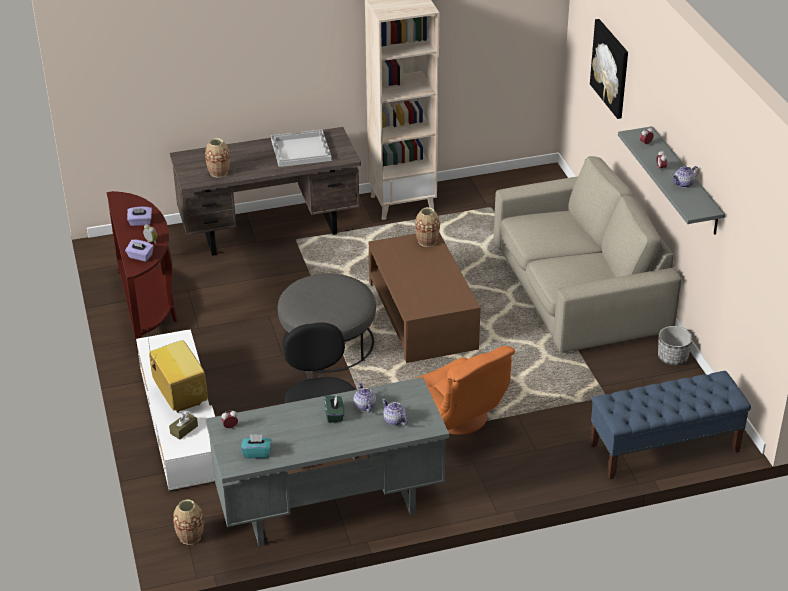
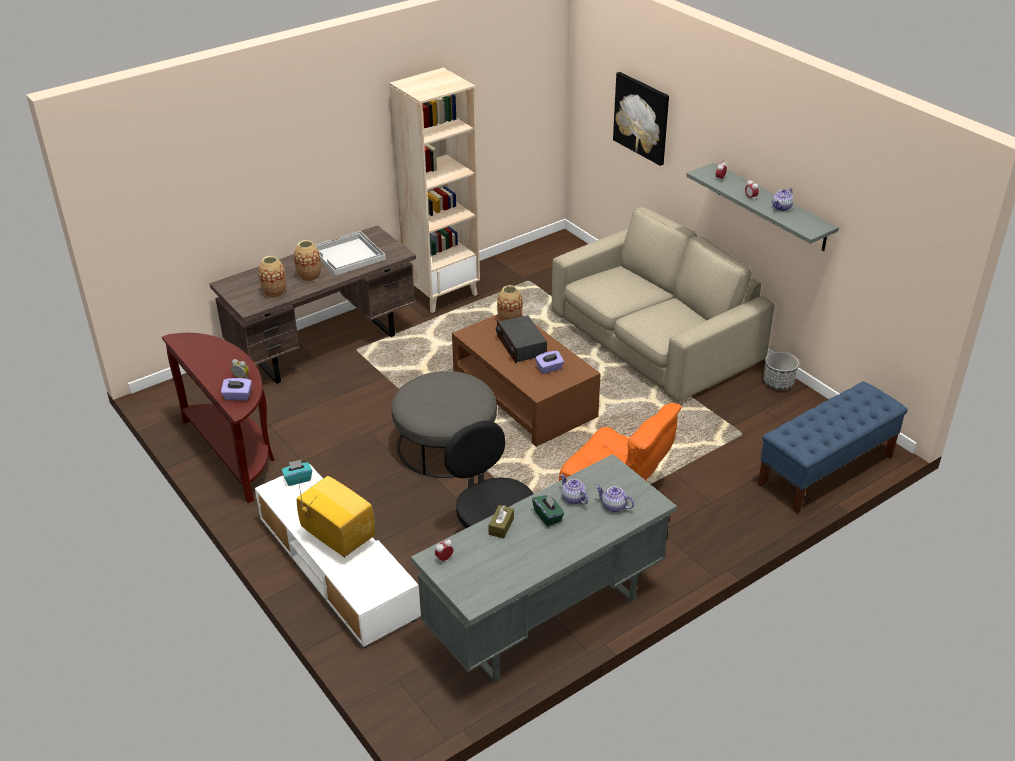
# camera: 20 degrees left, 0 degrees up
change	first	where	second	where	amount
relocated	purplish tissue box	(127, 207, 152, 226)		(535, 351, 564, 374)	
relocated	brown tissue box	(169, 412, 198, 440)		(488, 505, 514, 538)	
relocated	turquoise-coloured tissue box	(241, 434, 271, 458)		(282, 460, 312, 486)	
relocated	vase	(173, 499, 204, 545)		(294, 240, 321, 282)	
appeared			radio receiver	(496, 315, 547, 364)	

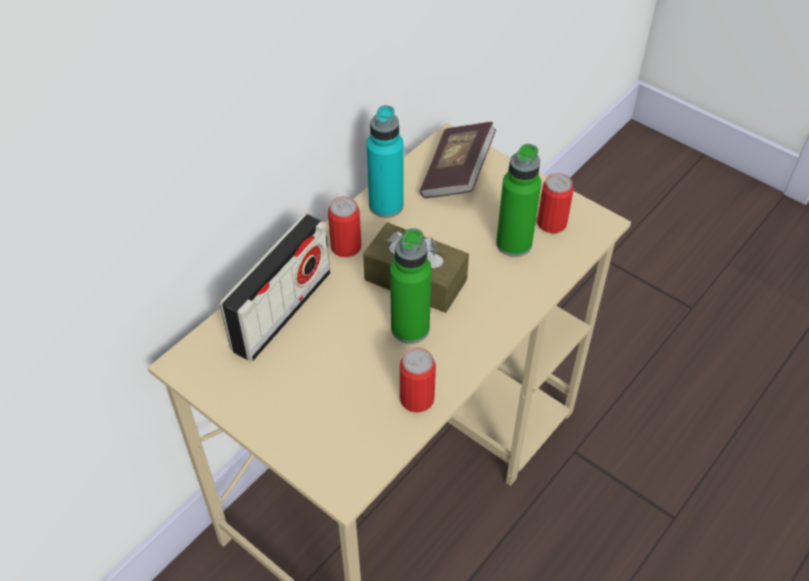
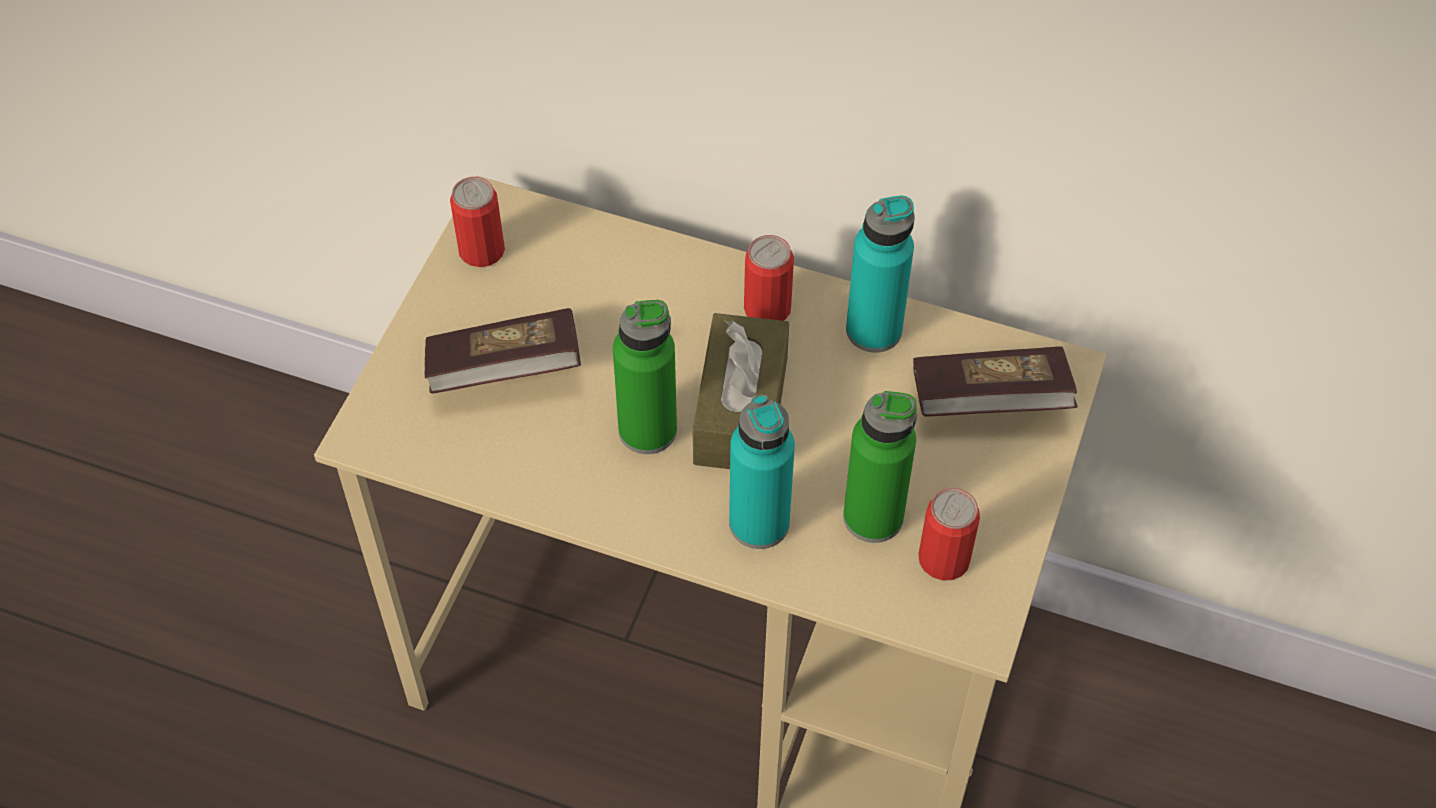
# camera: 70 degrees right, 5 degrees up
change	first	where	second	where	amount
missing	radio receiver	(220, 214, 330, 362)			
relocated	metal can	(400, 348, 436, 413)		(450, 177, 505, 267)	
appeared			volume	(425, 308, 581, 394)	
appeared			turquoise-coloured bottle	(729, 395, 795, 549)	

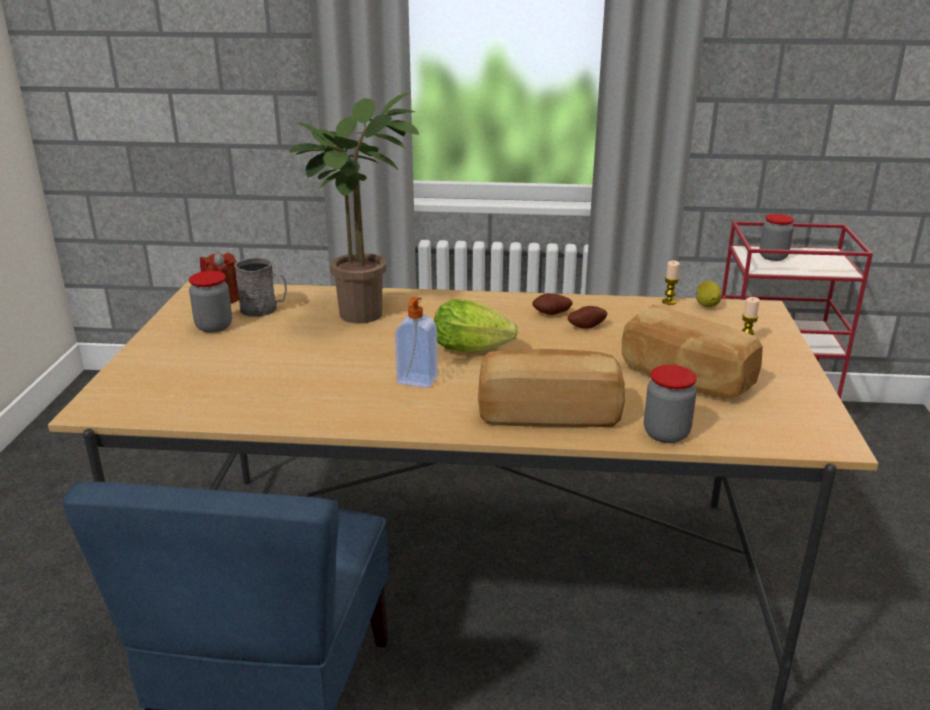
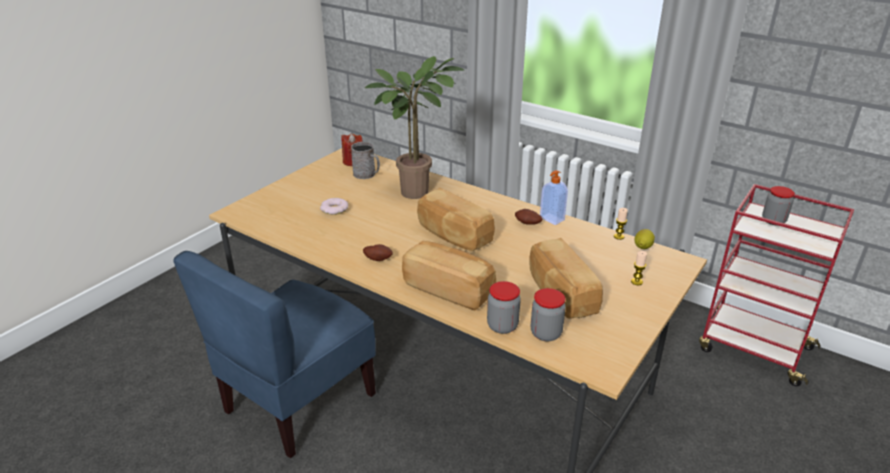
# camera: 30 degrees right, 5 degrees up
change	first	where	second	where	amount
relocated	preserve jar	(189, 271, 232, 333)		(531, 288, 566, 342)	
relocated	soap dispenser	(395, 297, 438, 388)		(540, 170, 568, 225)	
exchanged	lettuce head	(434, 299, 518, 353)	bread	(417, 188, 495, 251)	
relocated	potato	(568, 306, 608, 329)		(363, 244, 393, 261)	
appeared			ring doughnut	(320, 198, 349, 215)	

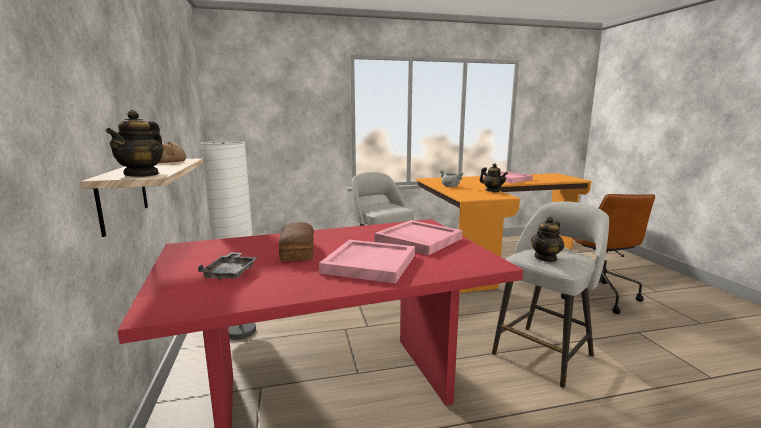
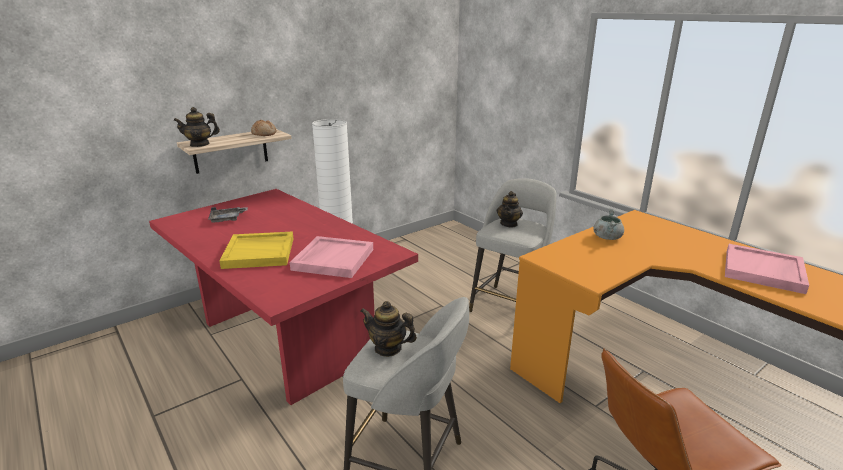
# camera: 65 degrees right, 10 degrees up
change	first	where	second	where	amount
relocated	teapot	(480, 163, 508, 192)		(497, 191, 523, 227)	
missing	bread	(279, 222, 314, 261)			
colour	pink-coloured serving tray	(319, 240, 415, 284)	yellowish serving tray	(219, 232, 293, 269)	

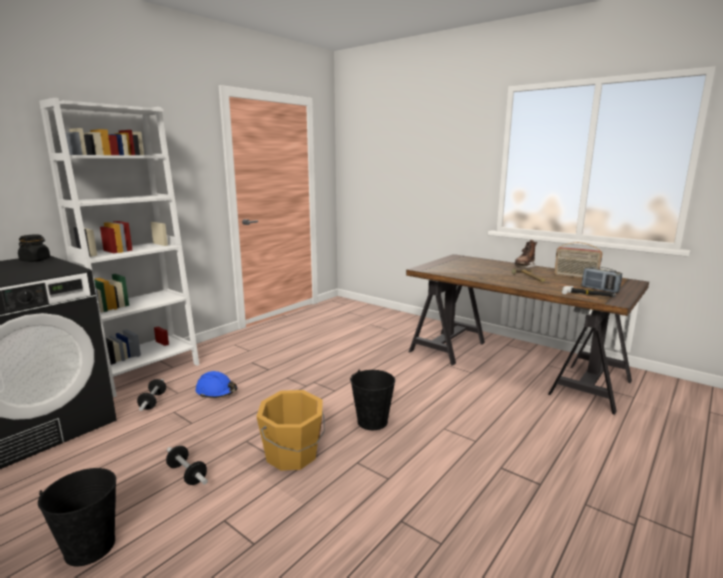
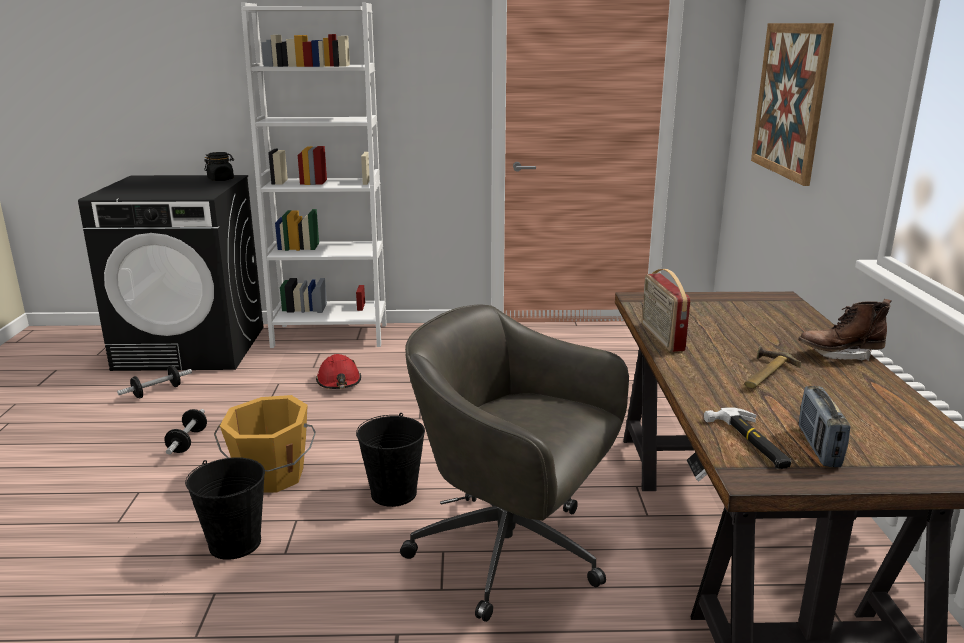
# camera: 50 degrees right, 5 degrees up
change	first	where	second	where	amount
relocated	radio receiver	(554, 242, 602, 278)		(642, 269, 691, 352)	
colour	blue-coloured hard hat	(195, 371, 237, 398)	reddish hard hat	(316, 354, 361, 389)	
relocated	hand weight	(137, 379, 166, 411)		(117, 366, 192, 398)	
relocated	blackish pail	(38, 468, 116, 566)		(185, 457, 265, 560)	
appeared			wall picture	(751, 23, 834, 186)	
appeared			greyish desk chair	(400, 304, 629, 622)	

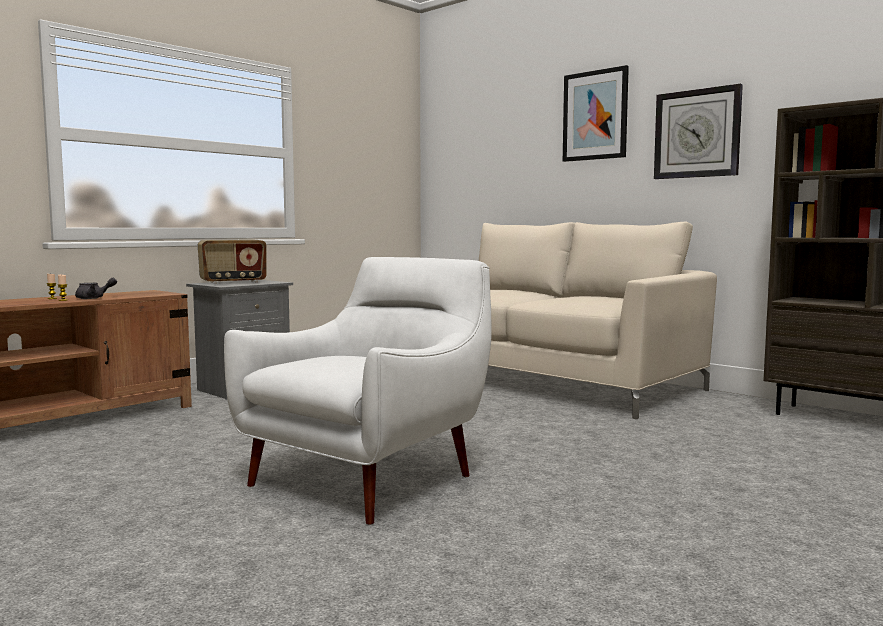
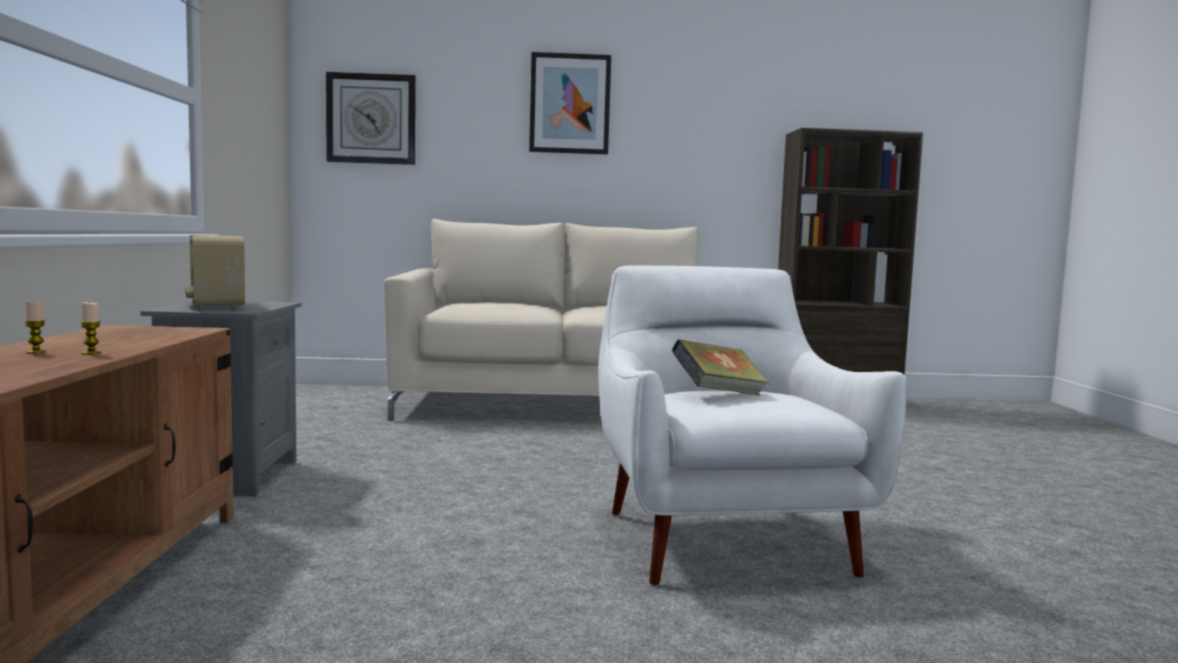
# camera: 45 degrees left, 0 degrees up
change	first	where	second	where	amount
relocated	hanging clock	(654, 84, 743, 179)		(326, 72, 416, 165)	
spun	radio receiver	(198, 240, 266, 284)		(185, 235, 245, 310)	135 degrees clockwise
missing	greyish teapot	(75, 278, 117, 299)			
appeared			volume	(672, 339, 769, 396)	

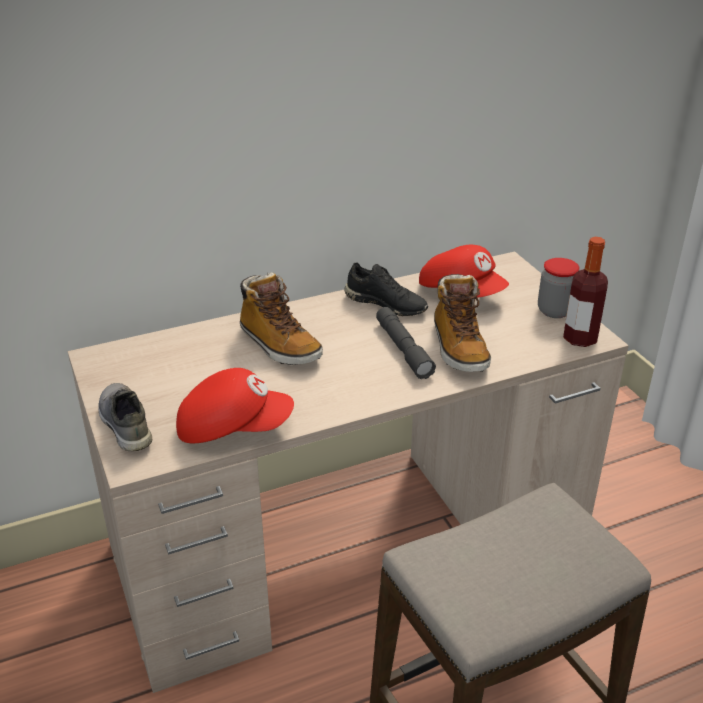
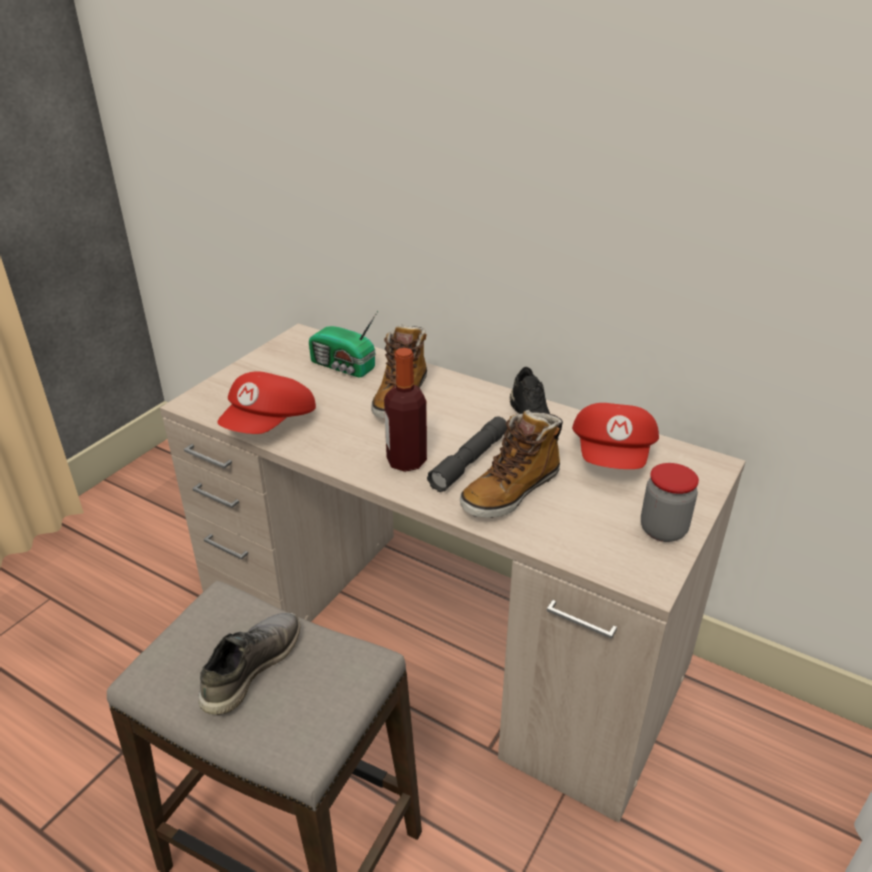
# camera: 55 degrees right, 0 degrees up
change	first	where	second	where	amount
relocated	bottle	(563, 237, 608, 347)		(384, 348, 427, 472)	
spun	reddish cap	(176, 368, 294, 443)		(217, 371, 316, 434)	60 degrees clockwise
relocated	greyish shoe	(98, 383, 152, 451)		(198, 613, 300, 715)	
appeared			radio receiver	(309, 311, 378, 378)	

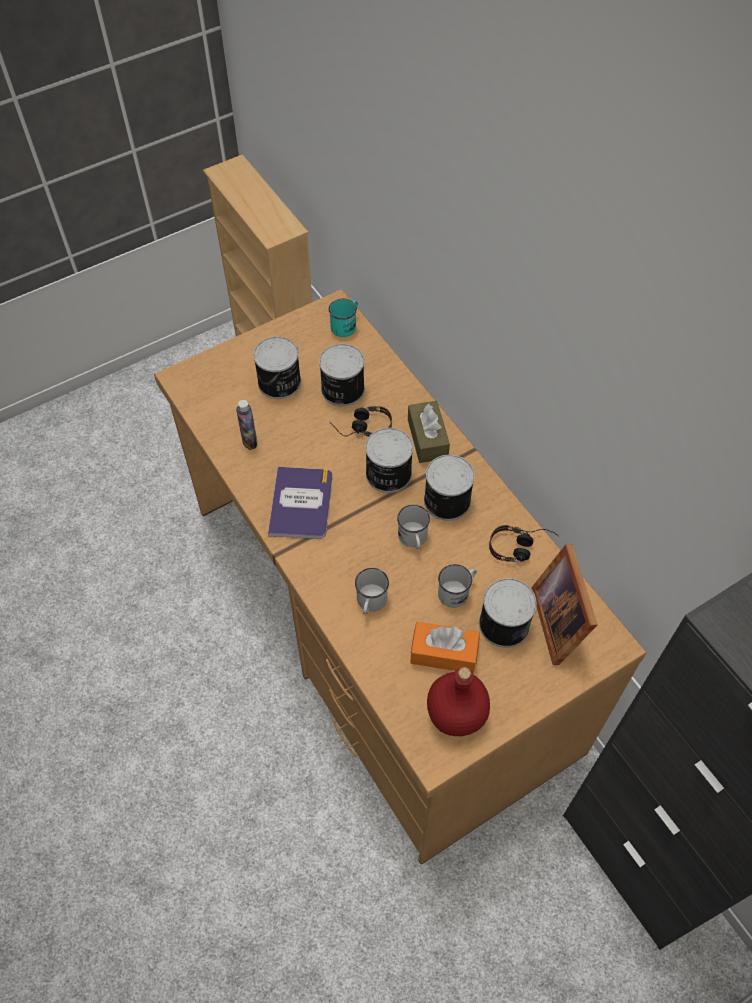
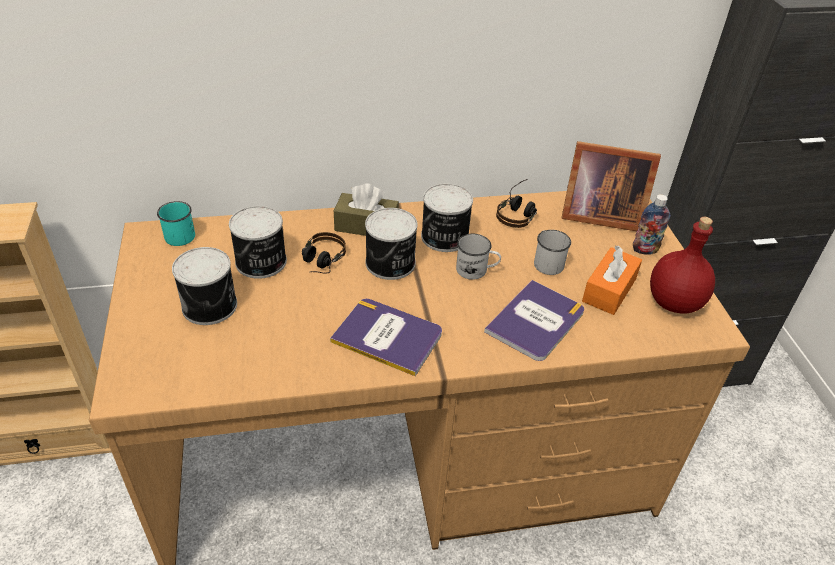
# camera: 70 degrees left, 15 degrees down
change	first	where	second	where	amount
relocated	bottle	(236, 400, 257, 450)		(633, 194, 671, 255)	
exchanged	white-coloured tea mug	(355, 568, 389, 615)	volume	(484, 280, 584, 361)	
missing	metal can	(479, 578, 537, 648)			

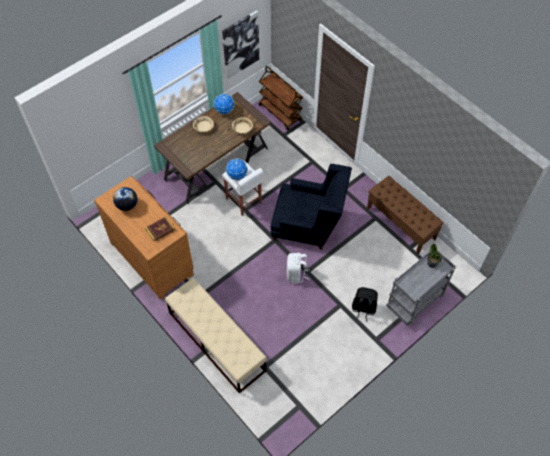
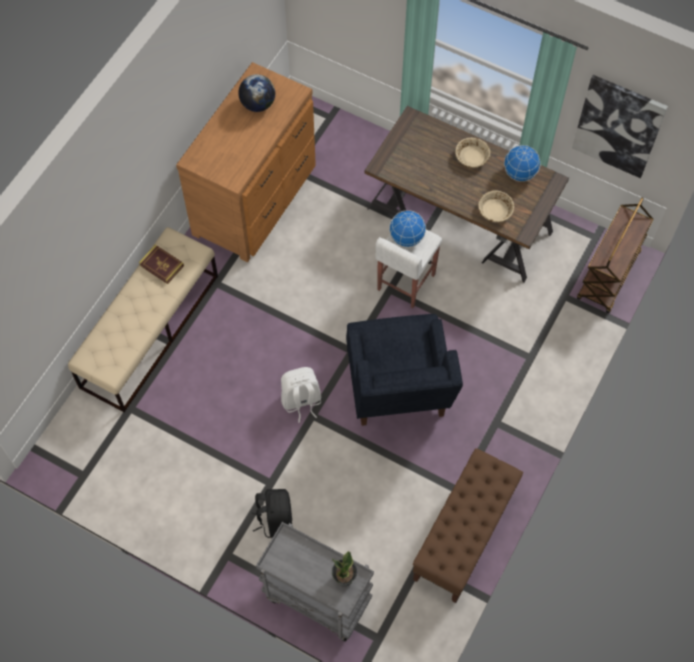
# camera: 70 degrees right, 5 degrees up
change	first	where	second	where	amount
relocated	volume	(145, 217, 175, 242)		(139, 245, 184, 284)	

